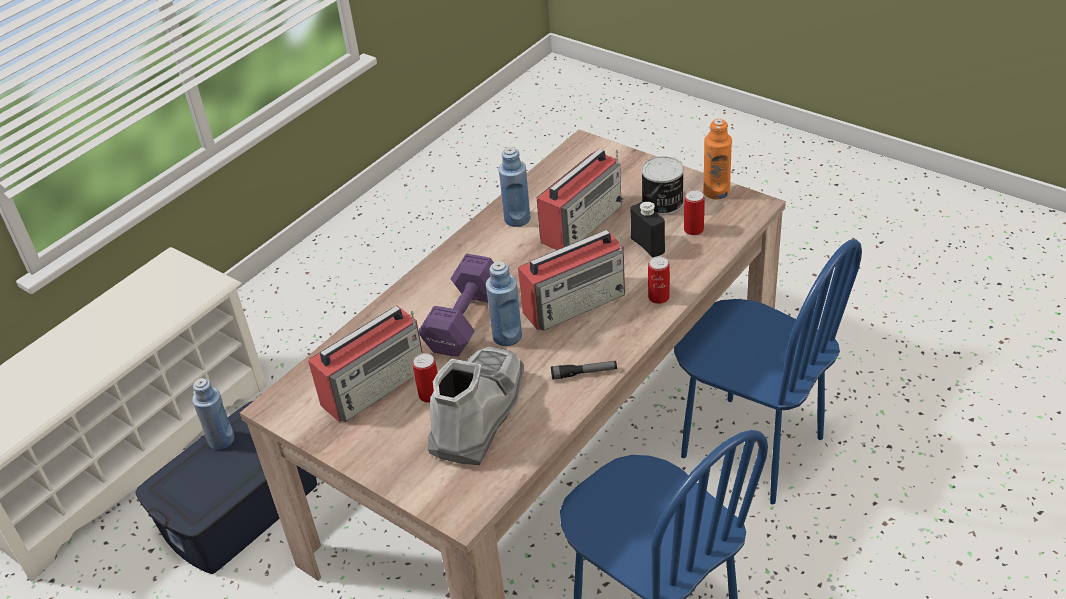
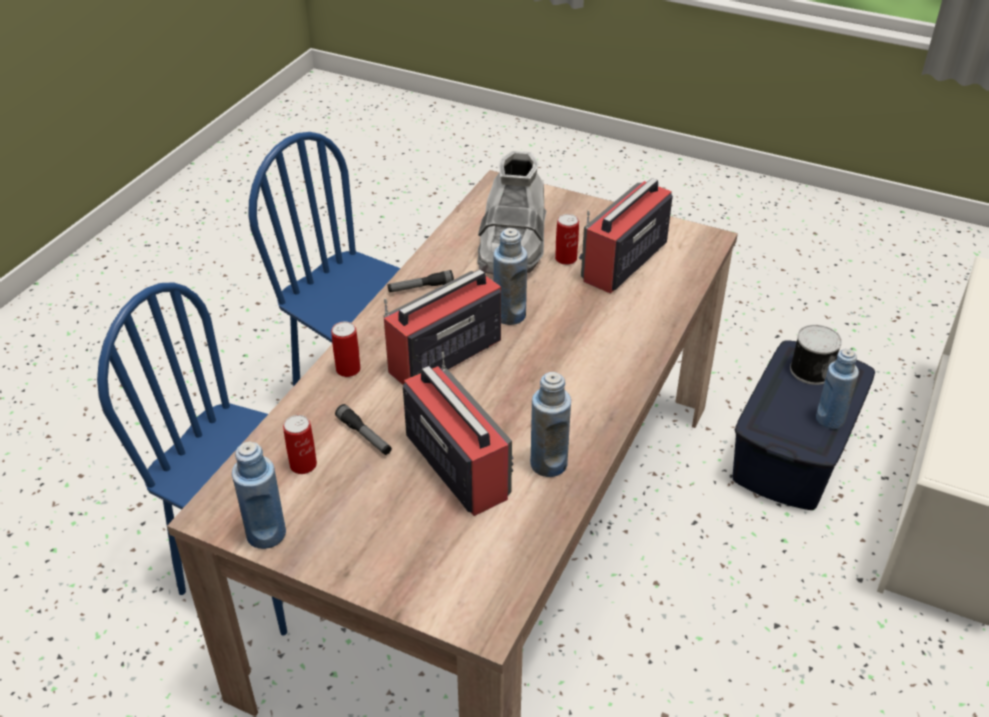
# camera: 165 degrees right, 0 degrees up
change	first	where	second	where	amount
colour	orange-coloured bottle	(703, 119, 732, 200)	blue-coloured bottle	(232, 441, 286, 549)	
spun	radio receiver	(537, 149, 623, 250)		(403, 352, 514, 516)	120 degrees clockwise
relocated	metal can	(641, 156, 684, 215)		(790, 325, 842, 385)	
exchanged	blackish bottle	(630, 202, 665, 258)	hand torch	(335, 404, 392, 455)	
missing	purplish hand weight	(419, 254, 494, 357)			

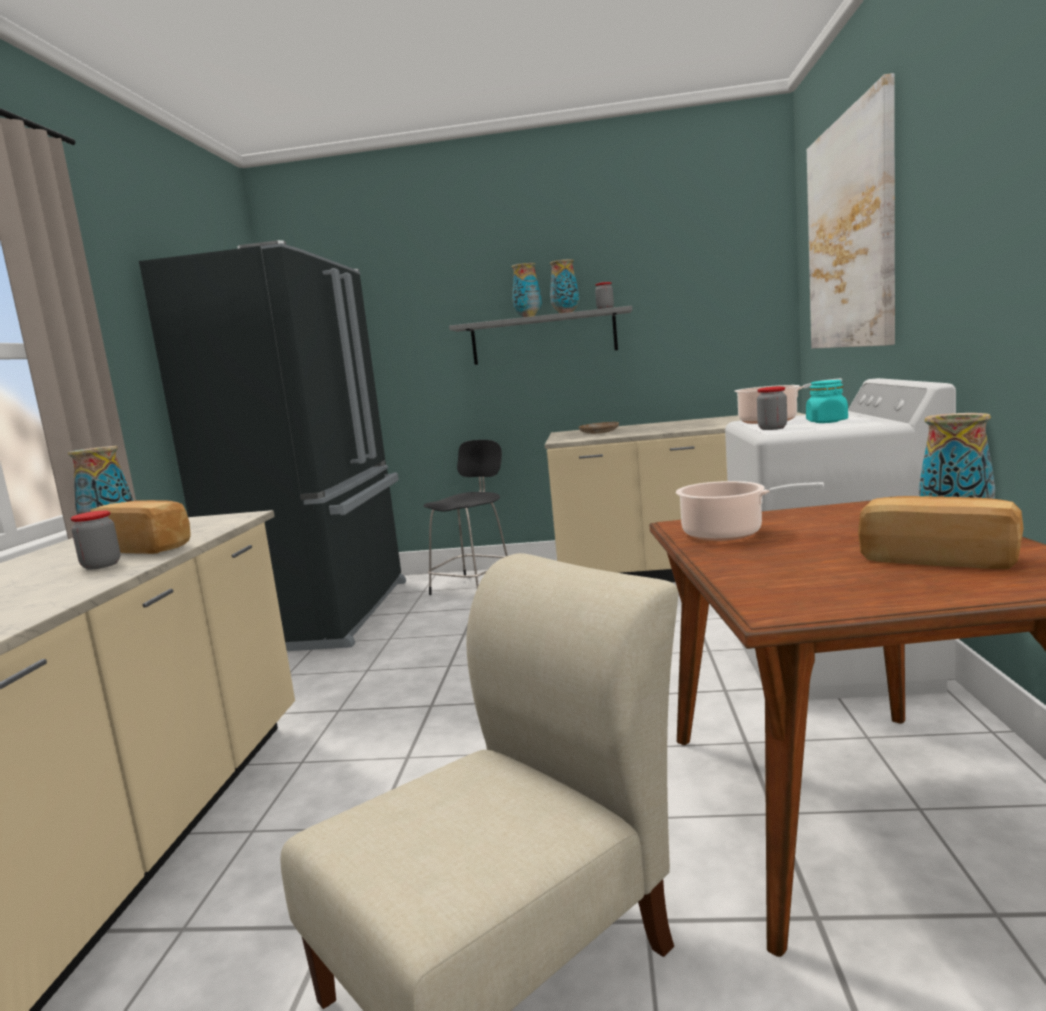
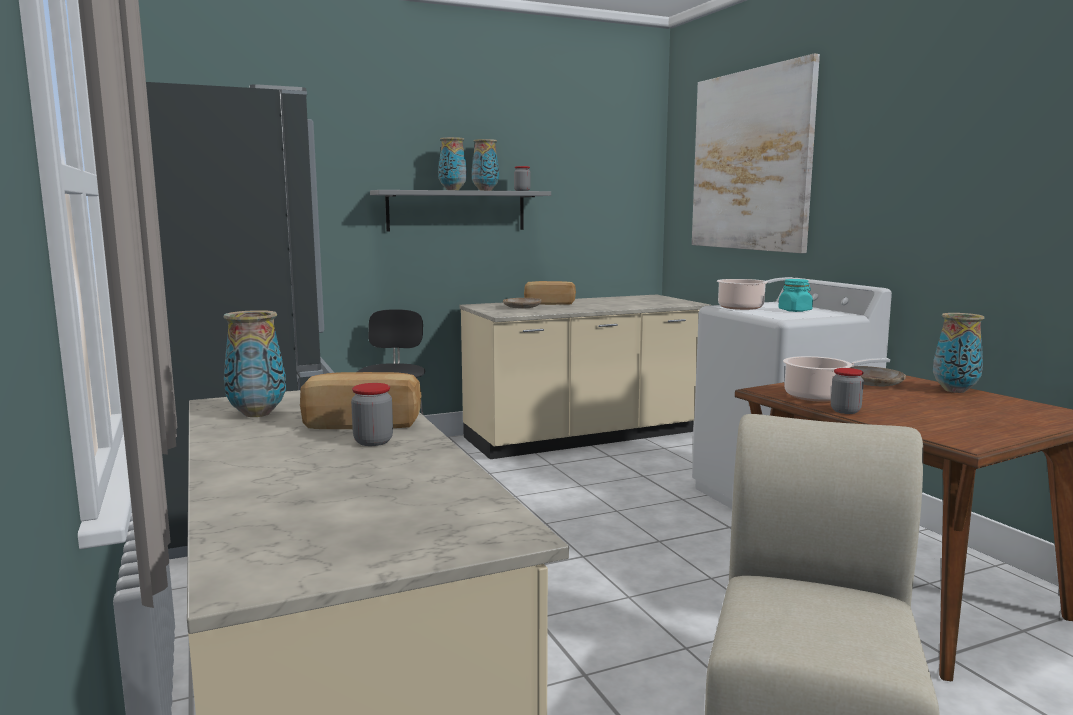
# camera: 30 degrees left, 0 degrees up
change	first	where	second	where	amount
relocated	preserve jar	(757, 387, 787, 430)		(831, 368, 864, 414)	
relocated	bread	(858, 496, 1024, 569)		(524, 281, 576, 305)	
appeared			beige flat dish	(850, 366, 906, 386)	

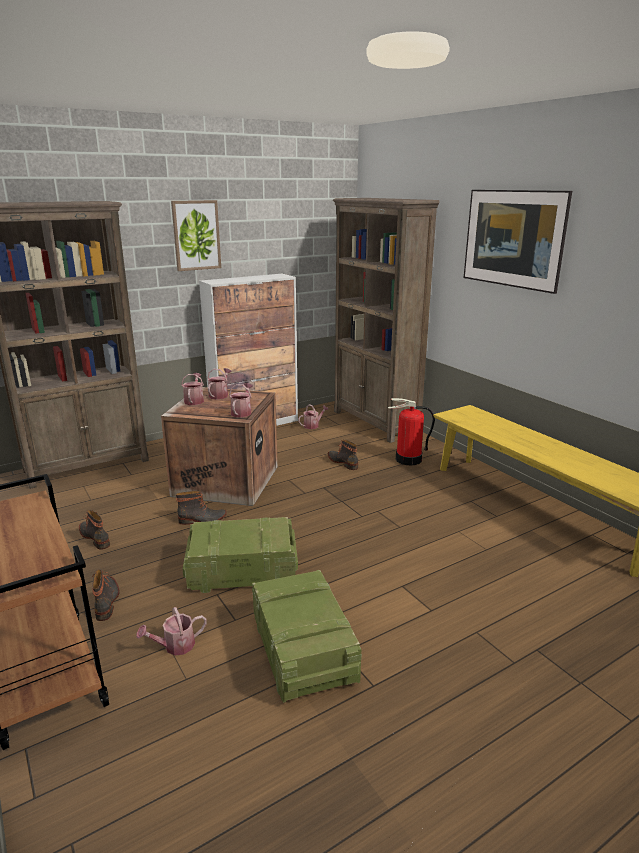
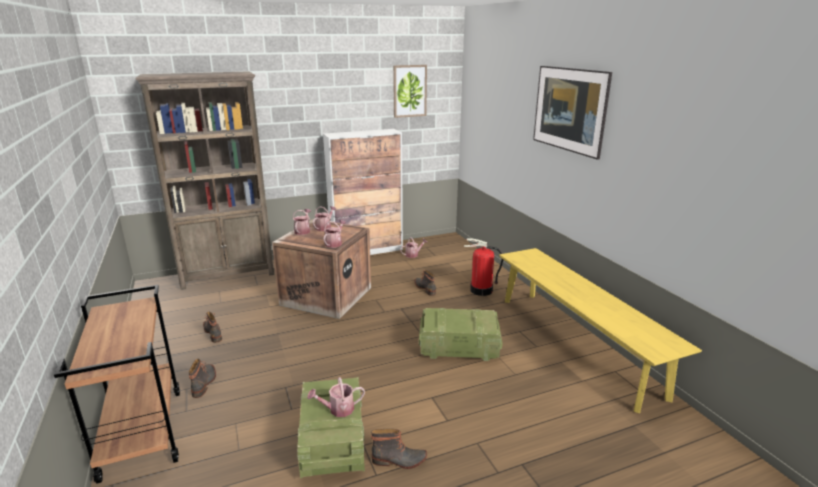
# camera: 10 degrees right, 0 degrees up
change	first	where	second	where	amount
missing	brown shelving unit	(333, 198, 440, 443)			
relocated	wall picture	(171, 200, 221, 271)		(393, 65, 427, 118)	
relocated	boot	(176, 491, 227, 525)		(371, 429, 427, 469)	
relocated	packing crate	(183, 517, 298, 593)		(419, 308, 502, 361)	
relocated	watering pot	(136, 607, 207, 656)		(307, 377, 365, 417)	

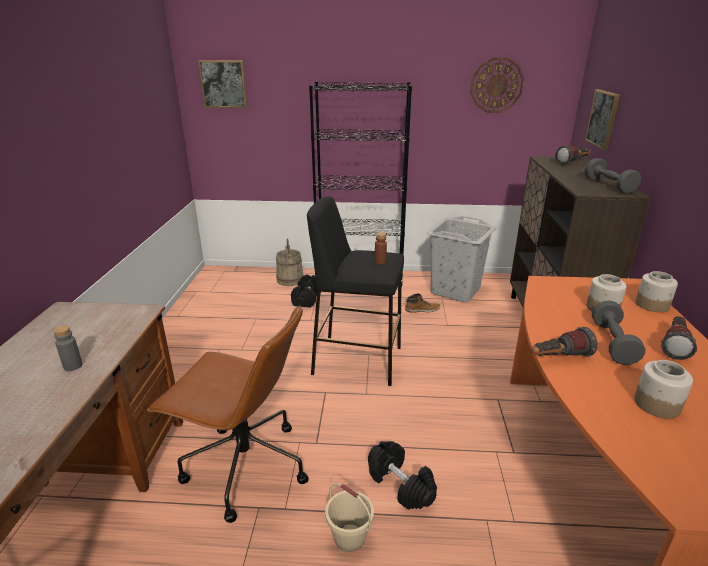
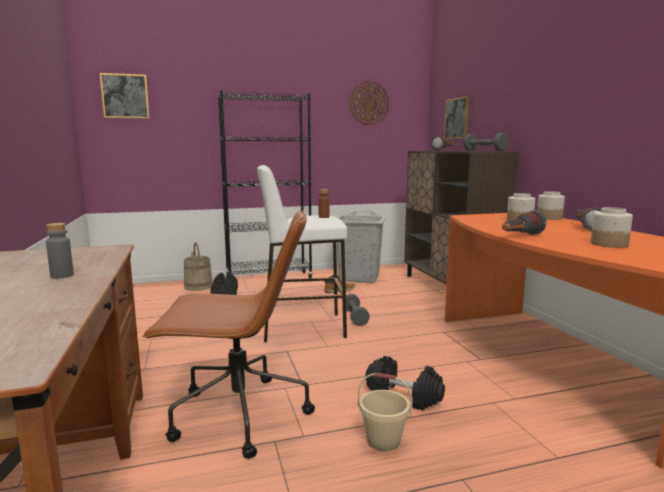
# camera: 20 degrees left, 15 degrees down
change	first	where	second	where	amount
colour	blackish sitting stool	(307, 196, 404, 386)	white-coloured sitting stool	(257, 165, 347, 342)	
relocated	greyish hand weight	(592, 301, 646, 365)		(346, 294, 370, 326)	

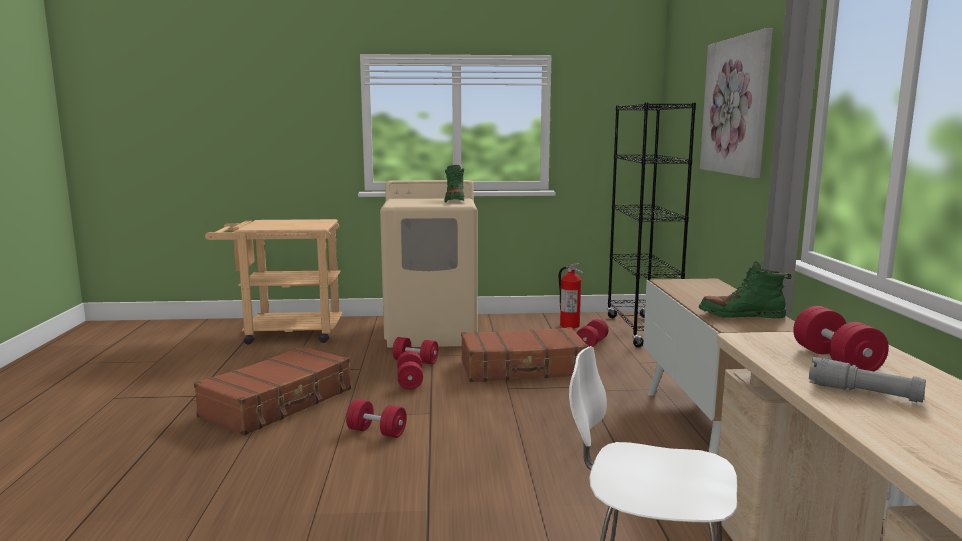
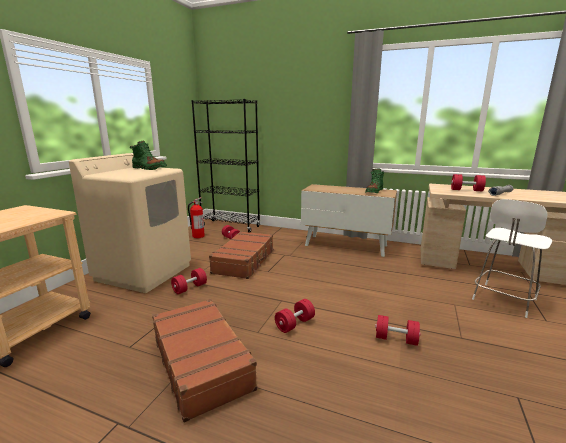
# camera: 65 degrees left, 5 degrees up
change	first	where	second	where	amount
missing	wall picture	(700, 28, 773, 178)			
relocated	reddish hand weight	(397, 351, 423, 390)		(375, 315, 420, 346)	

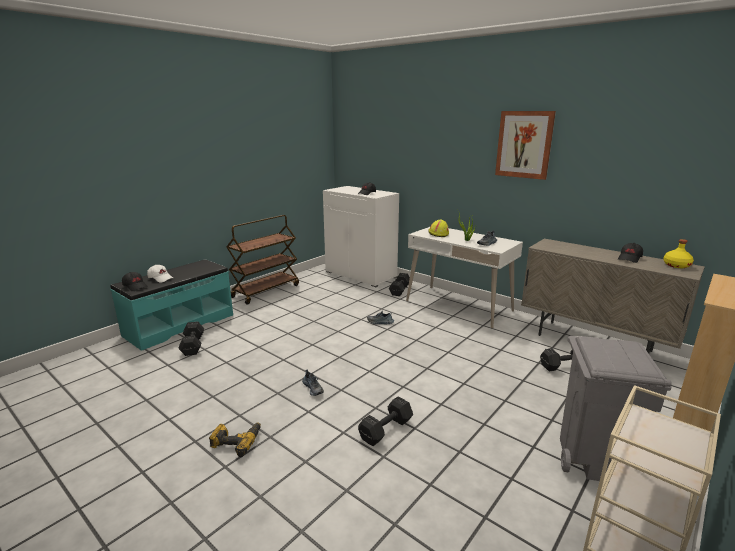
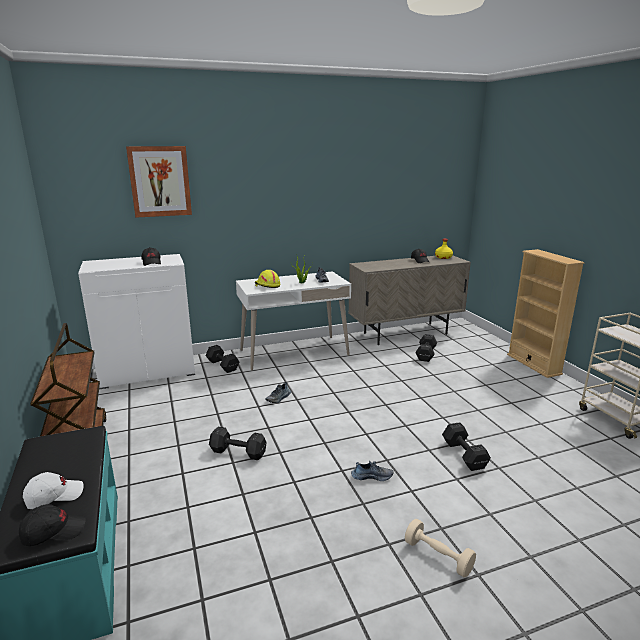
# camera: 60 degrees left, 0 degrees up
change	first	where	second	where	amount
relocated	wall picture	(495, 111, 556, 180)		(126, 146, 192, 218)	
relocated	blackish hand weight	(178, 321, 204, 356)		(209, 426, 267, 460)	
missing	greyish rubbish bin	(560, 336, 672, 481)			
exchanged	power drill	(209, 423, 261, 457)	beige hand weight	(405, 519, 476, 577)	

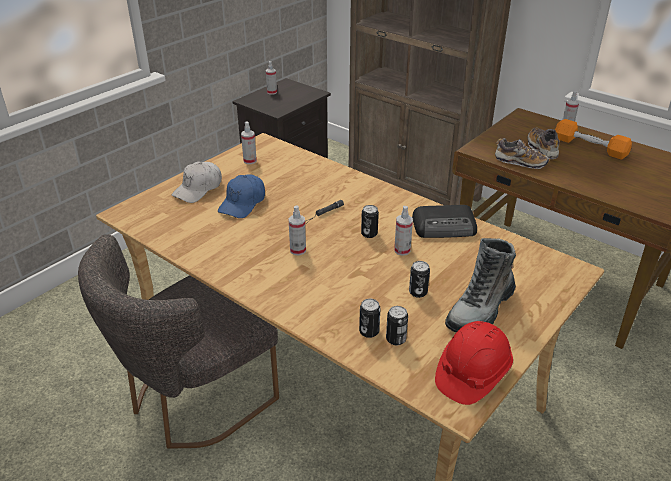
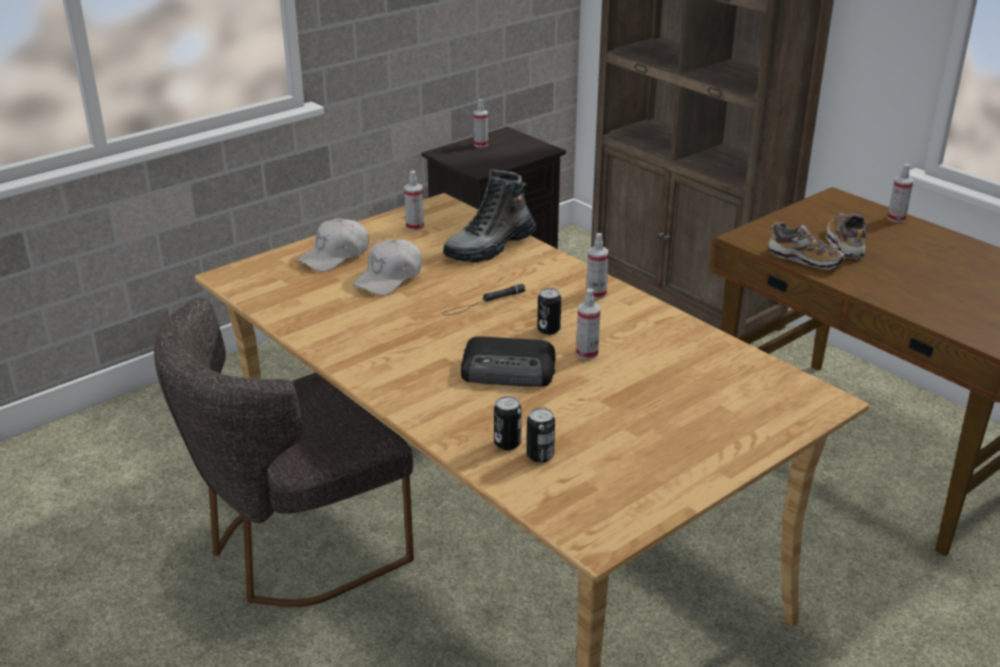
# camera: 10 degrees right, 5 degrees down
change	first	where	second	where	amount
missing	orange-coloured hand weight	(555, 119, 632, 160)			
colour	blue-coloured cap	(218, 174, 265, 218)	white-coloured cap	(352, 239, 422, 296)	
relocated	hand sprayer	(288, 205, 306, 255)		(586, 233, 609, 299)	
relocated	radio receiver	(412, 205, 477, 238)		(461, 336, 555, 387)	
relocated	boot	(445, 238, 516, 332)		(443, 169, 536, 263)	
missing	metal can	(409, 261, 430, 298)			
missing	reddish hard hat	(435, 321, 513, 405)			

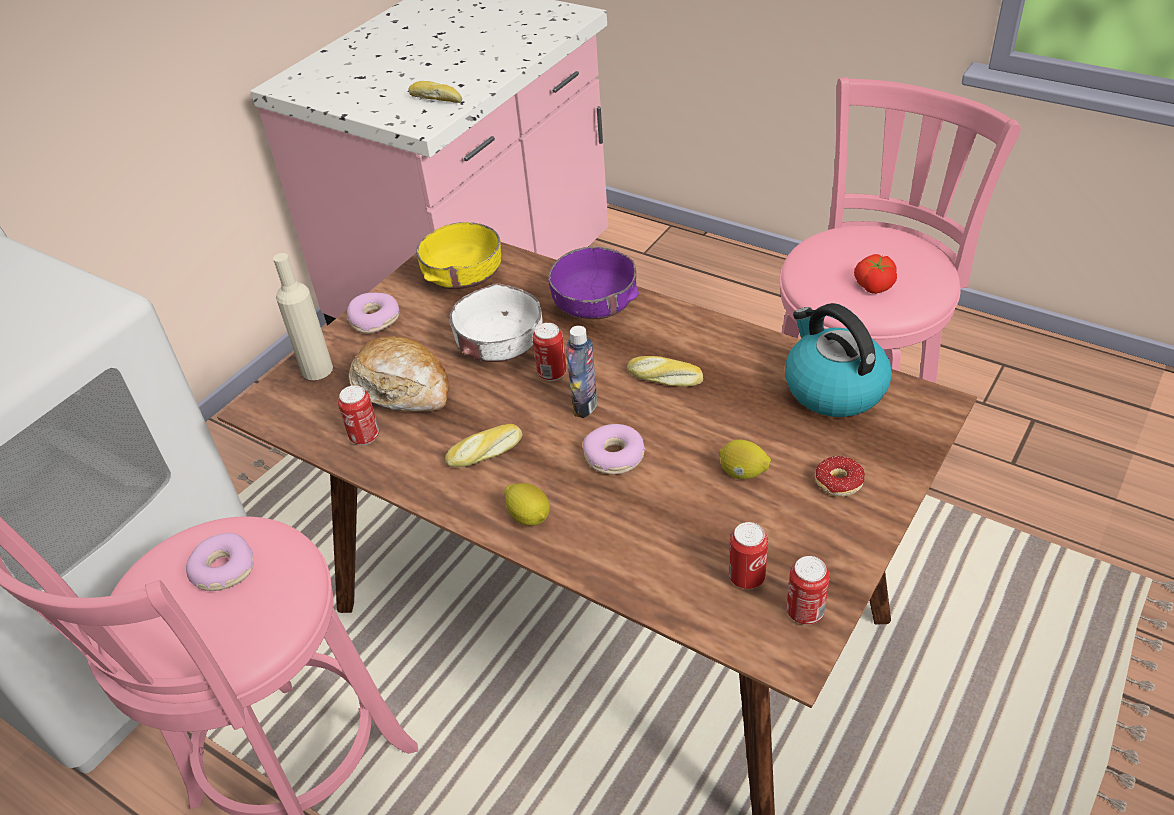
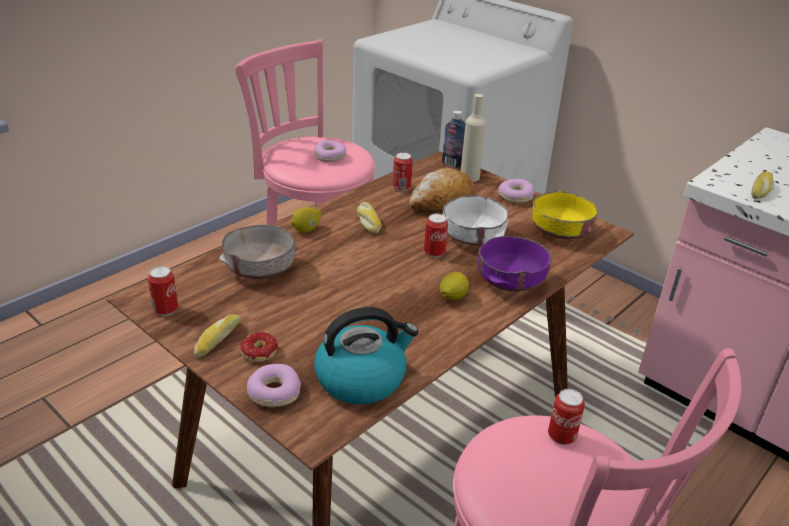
# camera: 95 degrees right, 10 degrees down
change	first	where	second	where	amount
missing	whole tomato	(854, 254, 897, 294)			
relocated	bottle	(566, 326, 597, 418)		(442, 110, 465, 168)	
relocated	bread	(627, 356, 703, 387)		(194, 314, 242, 358)	
relocated	ring doughnut	(582, 424, 645, 475)		(247, 364, 301, 407)	
relocated	citrus fruit	(719, 440, 771, 479)		(440, 272, 469, 300)	
relocated	metal can	(729, 522, 768, 589)		(548, 389, 585, 445)	
appeared			greyish deep dish	(219, 225, 298, 279)	

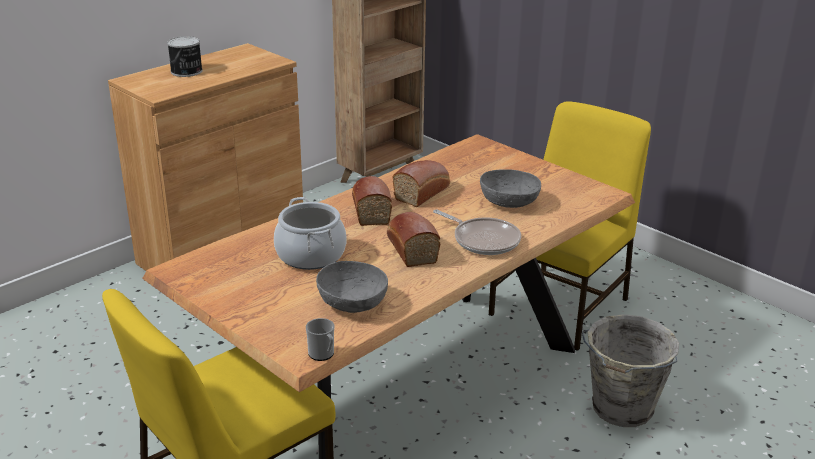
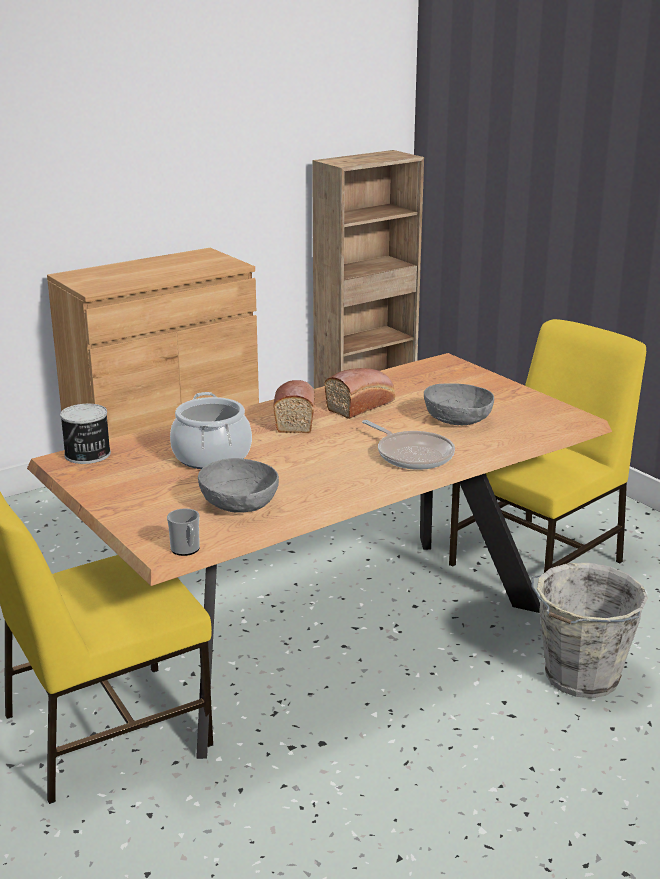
# camera: 10 degrees right, 5 degrees down
change	first	where	second	where	amount
relocated	metal can	(167, 36, 203, 77)		(60, 404, 111, 464)	
missing	bread	(387, 212, 441, 267)			

